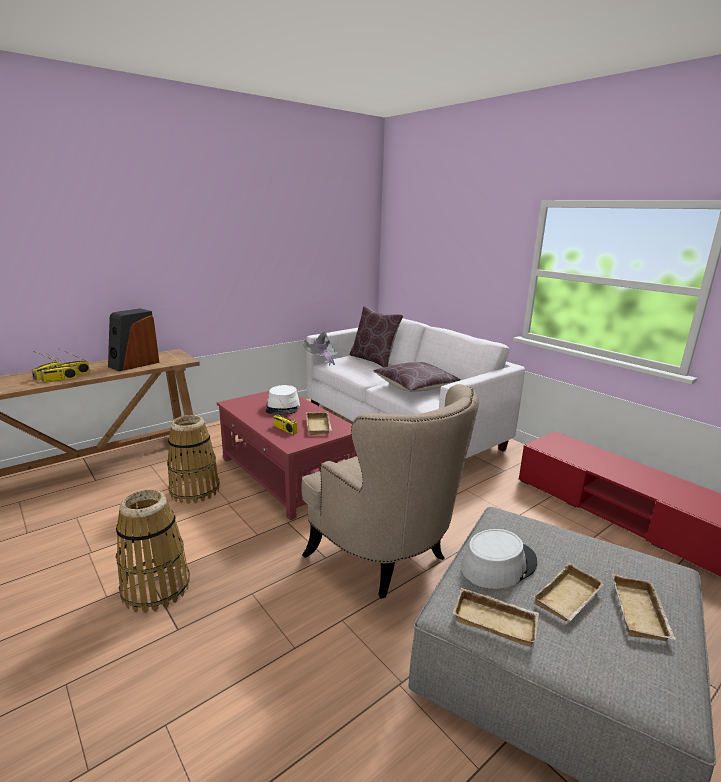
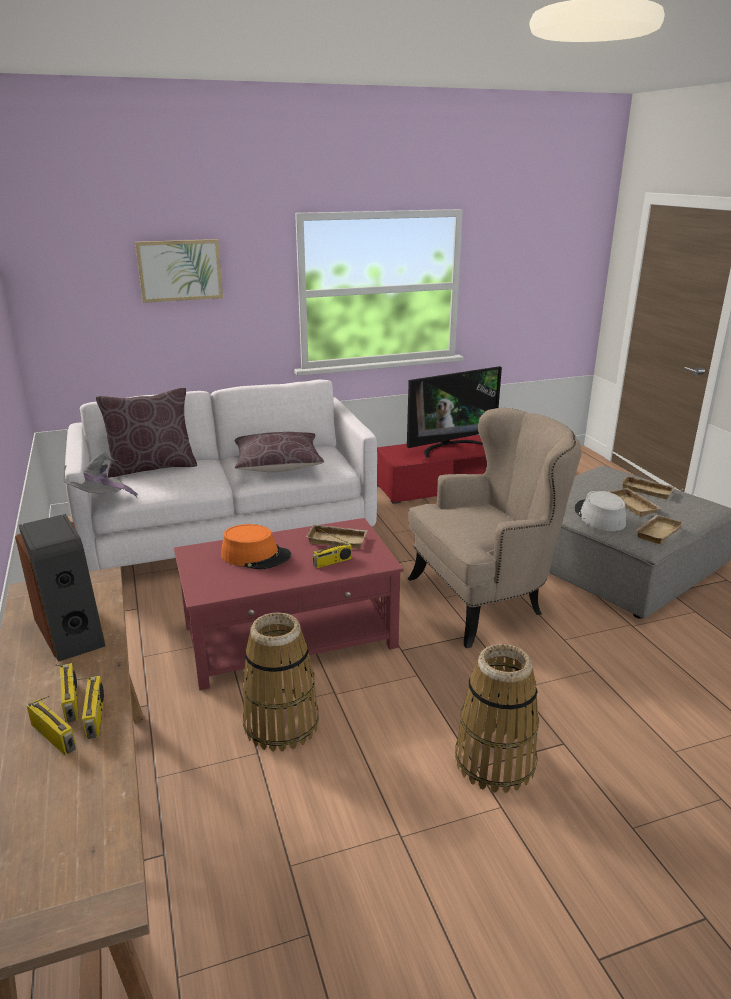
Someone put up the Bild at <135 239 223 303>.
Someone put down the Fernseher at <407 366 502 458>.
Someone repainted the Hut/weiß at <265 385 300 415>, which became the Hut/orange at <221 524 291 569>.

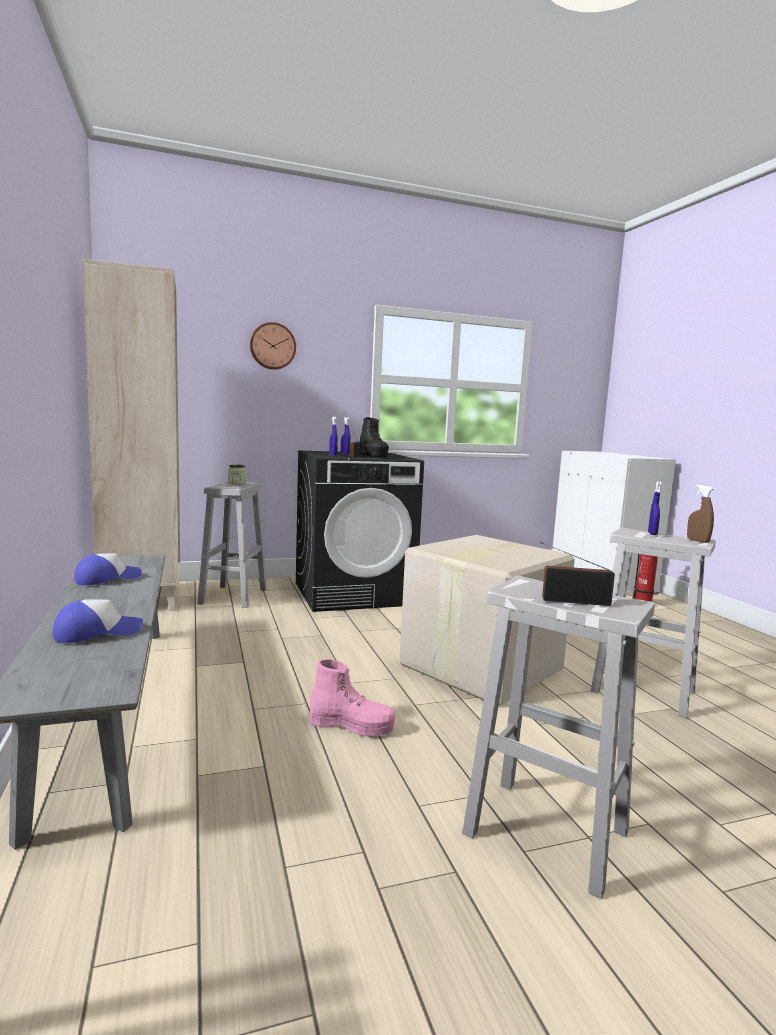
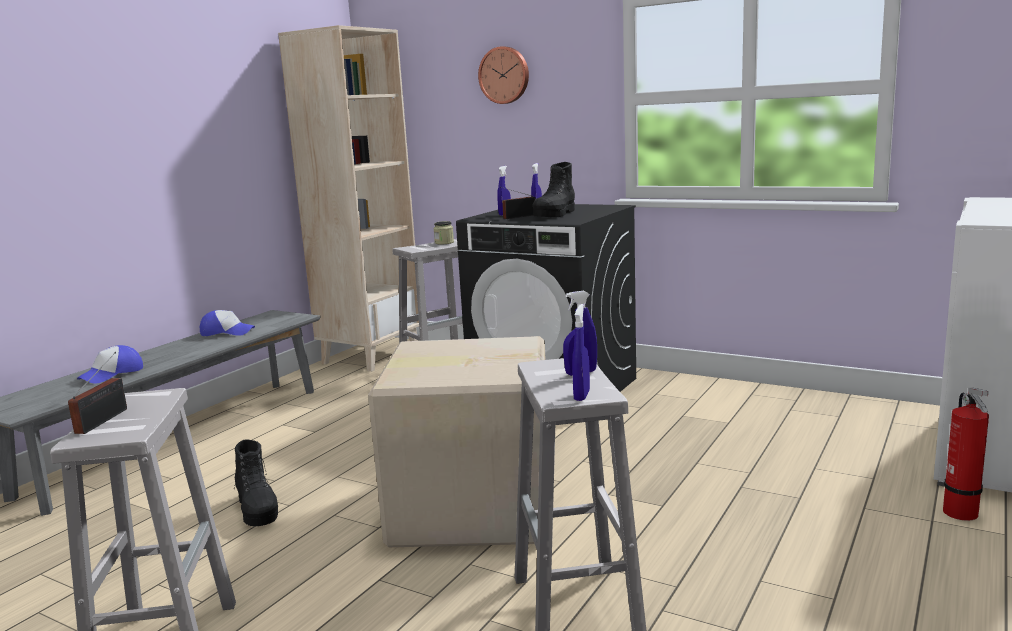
Someone repainted the Stiefel/rosa at <309 659 395 736>, which became the Stiefel/schwarz at <234 439 278 526>.
Someone repainted the Sprühflasche/braun at <687 484 714 543>, which became the Sprühflasche/blau at <572 304 590 401>.
Someone rotated the Kappe at <53 599 143 643> by 105 degrees clockwise.
Someone rotated the Radio at <540 542 615 606> by 45 degrees clockwise.

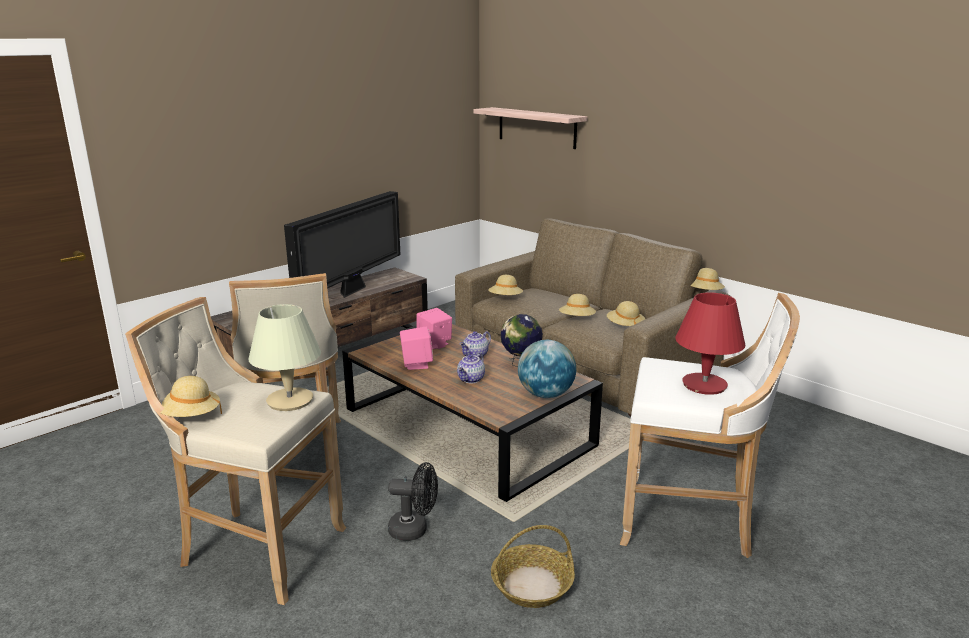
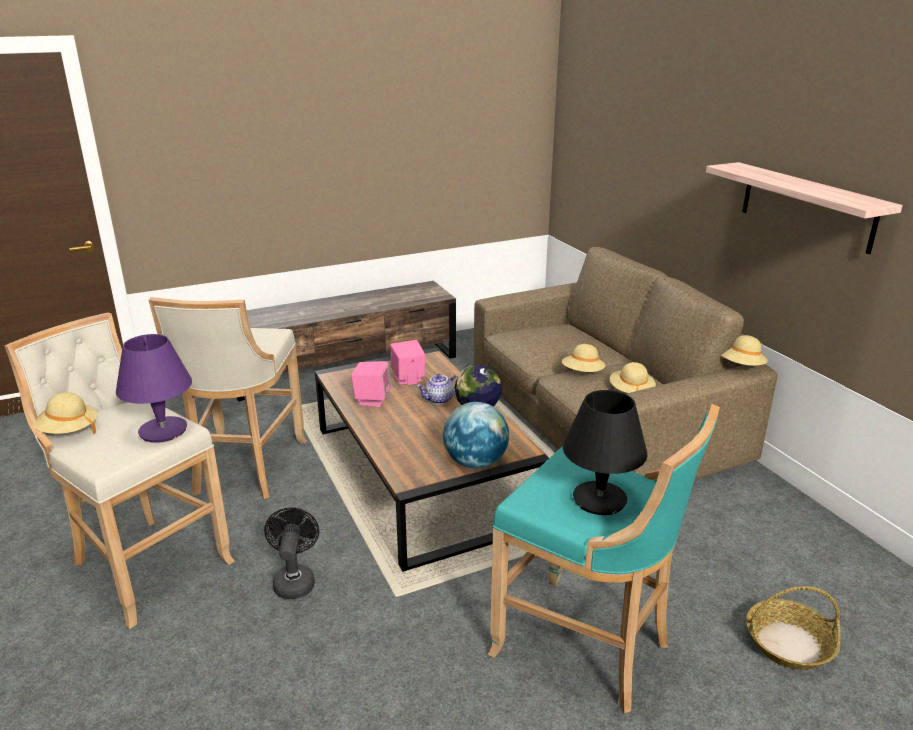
Someone took away the Fernseher at <284 191 400 298>.
Someone took away the Teekanne at <457 352 485 384>.
Someone took away the Hut/beige at <488 275 523 295>.
Someone carried the Wandregal from <473 107 587 149> to <706 162 903 254>.
Someone carried the Korb from <491 525 575 608> to <746 586 841 670>.
Someone repainted the Tischlampe/beige at <248 304 321 411>, which became the Tischlampe/lila at <116 334 192 443>.
Someone repainted the Hocker/weiß at <620 293 800 558>, which became the Hocker/türkis at <488 404 720 713>.
Someone repainted the Tischlampe/rot at <675 292 745 395>, which became the Tischlampe/schwarz at <563 390 647 515>.
Someone rotated the Ventilator/schwarz at <388 462 438 541> by 120 degrees counterclockwise.

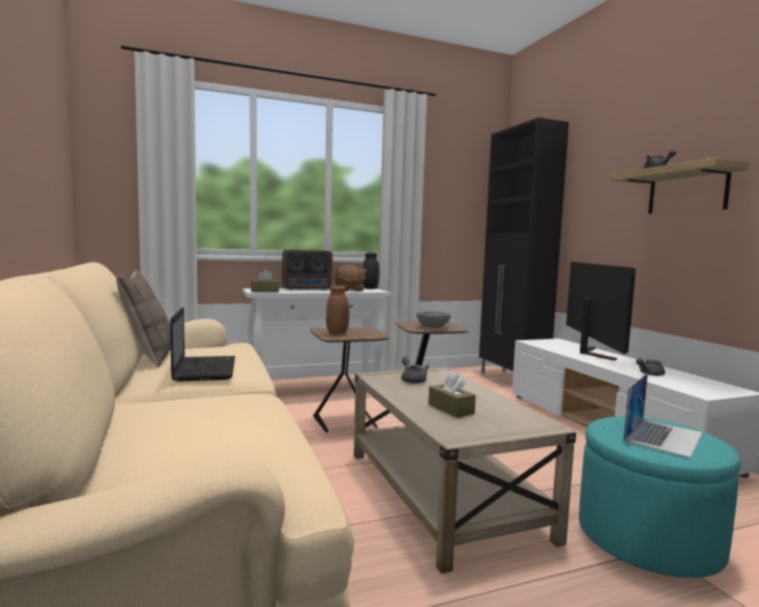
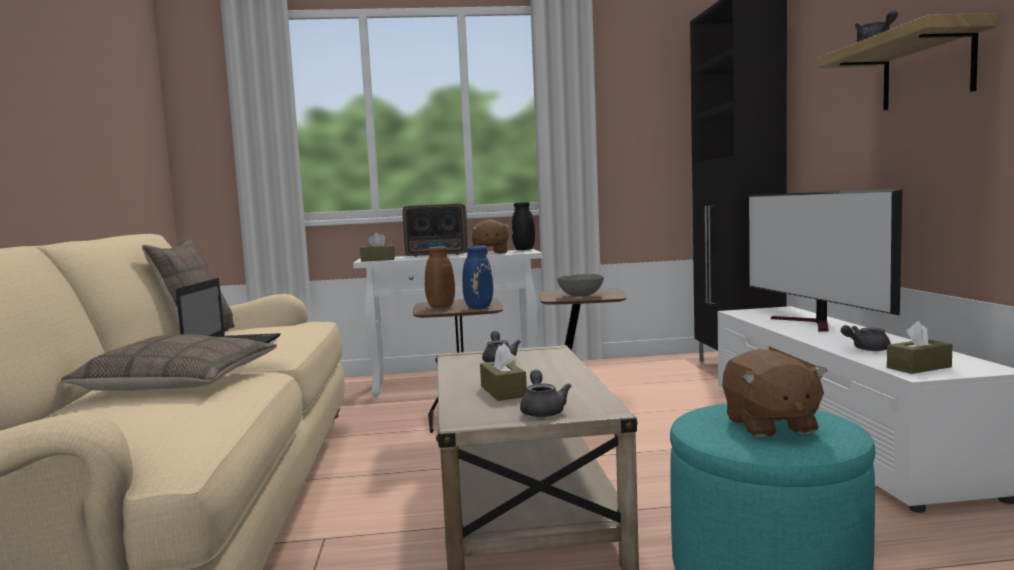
Someone put down the Kissen at <61 334 277 391>.
Someone put down the Vase/blau at <462 245 493 309>.
Someone put down the Teekanne/grau at <520 370 572 417>.
Someone put down the Taschentuchbox/braun at <887 321 953 374>.
Someone swapped the Laptop at <623 373 703 458> for the Plüschtier/braun at <722 349 827 438>.
Someone rotated the Fernseher at <566 262 636 361> by 150 degrees clockwise.

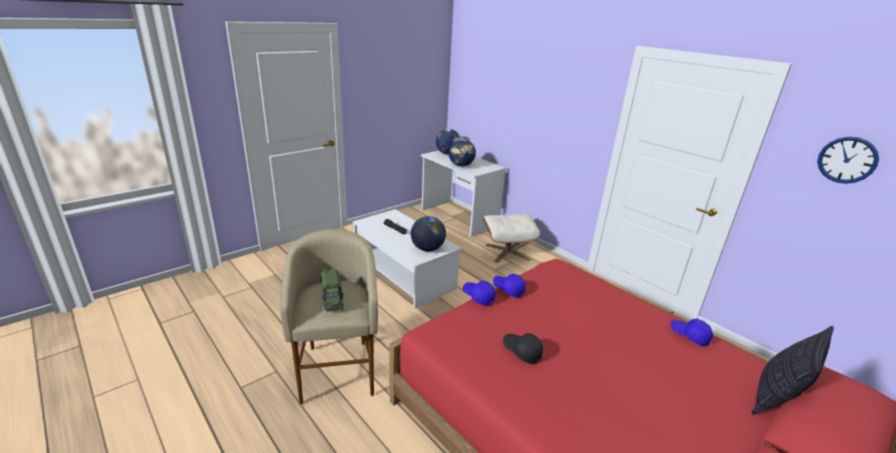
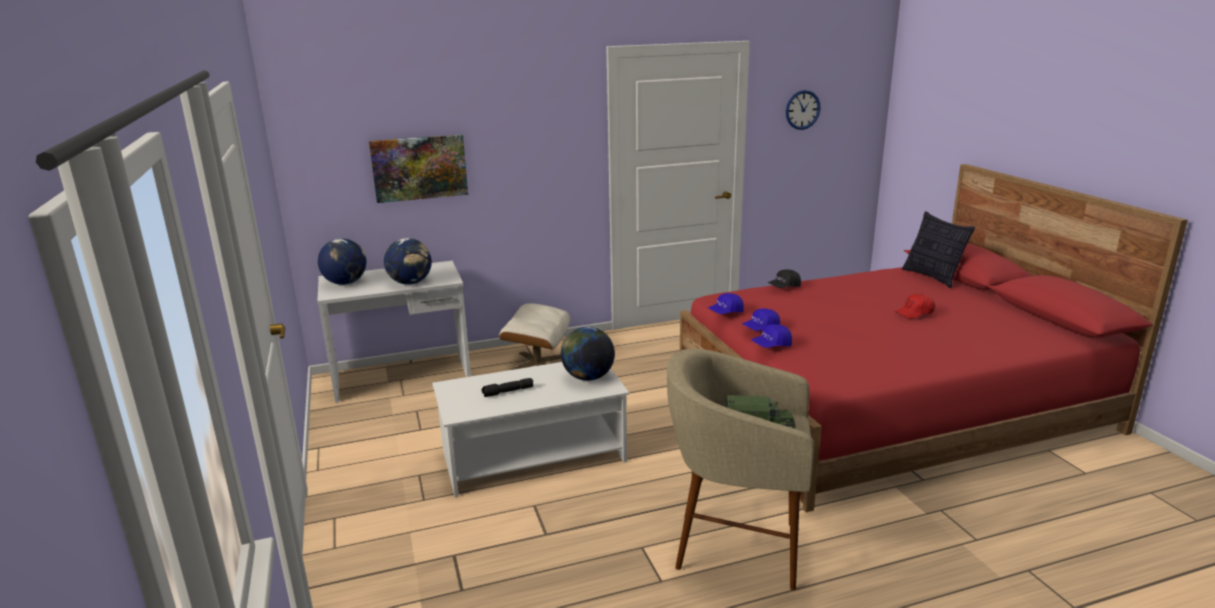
Someone put up the Bild at <369 135 468 203>.
Someone put down the Kappe/rot at <894 294 935 319>.
Someone carried the Kappe/schwarz from <503 333 543 364> to <767 269 801 288>.
Someone carried the Kappe/blau from <671 319 713 346> to <708 293 744 314>.

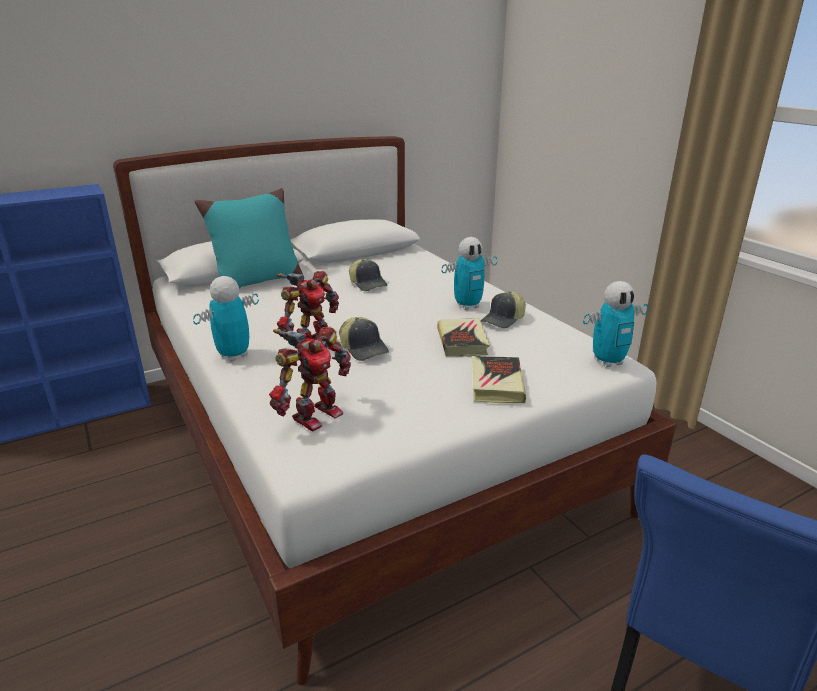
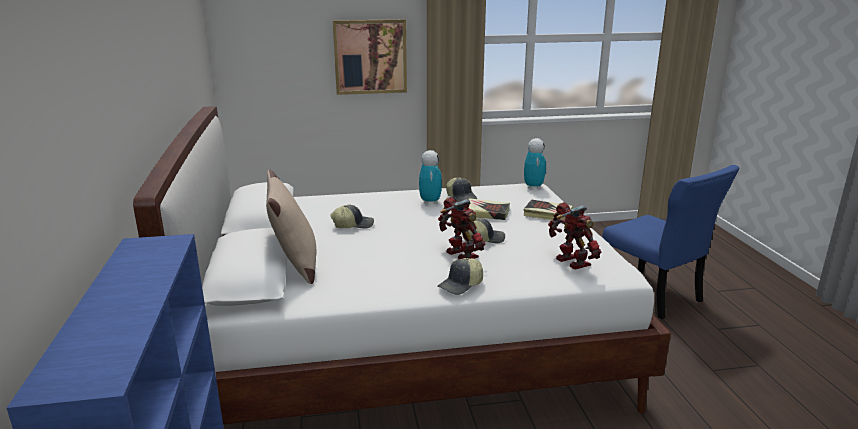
Someone put up the Bild at <333 19 407 95>.
Someone swapped the Spielzeugroboter at <193 276 259 362> for the Kappe at <437 258 483 295>.
Someone repainted the Kissen/türkis at <194 188 303 288>, which became the Kissen/beige at <266 170 316 284>.

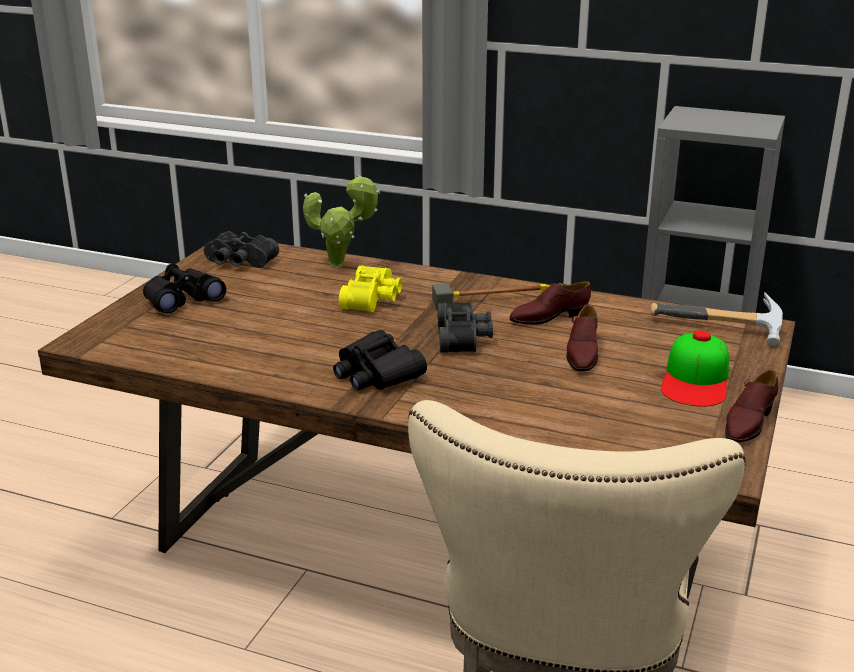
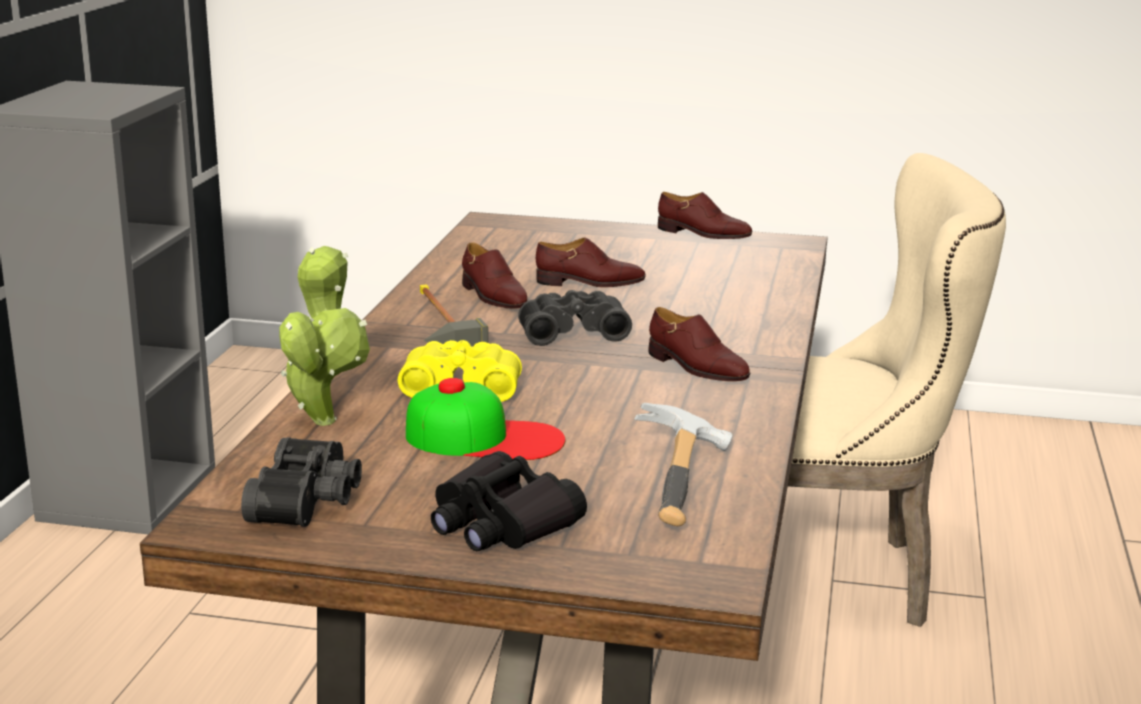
Someone carried the Hammer from <651 292 783 346> to <634 403 733 526>.
Someone carried the Kappe from <661 331 729 407> to <406 378 565 460>.
Someone swapped the Fernglas/schwarz at <333 330 427 390> for the Schuh/braun at <648 307 750 382>.

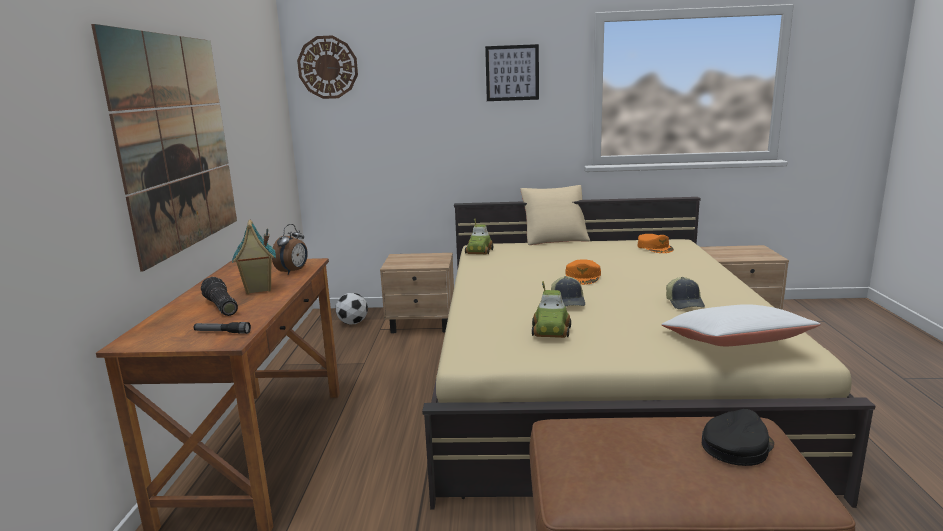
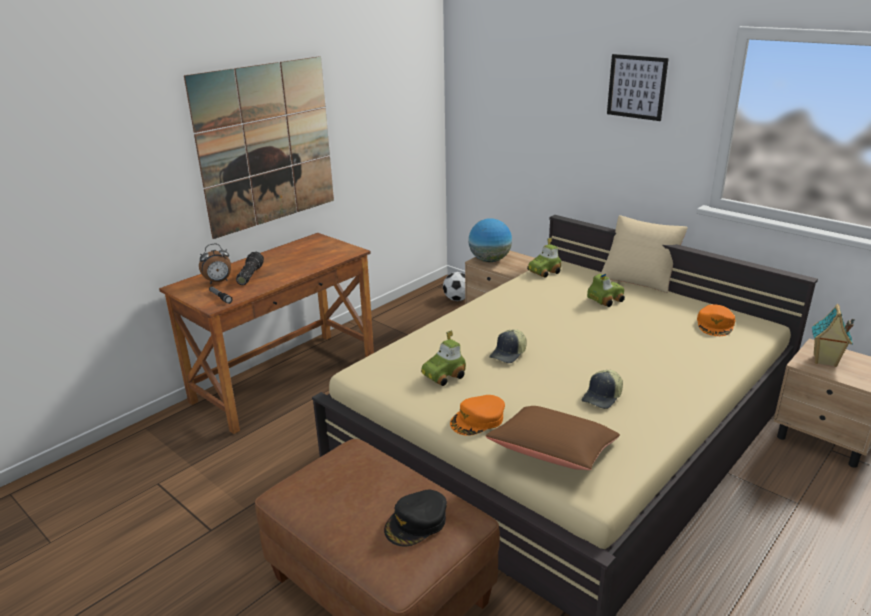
Someone took away the Wanduhr at <297 35 358 99>.
Someone put down the Globus at <468 218 512 262>.
Someone put down the Spielzeugauto at <587 273 625 307>.
Someone carried the Spielzeughaus from <232 220 276 294> to <812 304 855 367>.
Someone carried the Wecker from <272 224 308 275> to <199 244 231 284>.
Someone carried the Kappe/orange from <565 259 601 285> to <450 395 505 436>.
Someone repainted the Kissen/weiß at <661 304 821 346>, which became the Kissen/braun at <486 406 620 470>.
Someone rotated the Kappe/schwarz at <702 409 774 466> by 135 degrees clockwise.

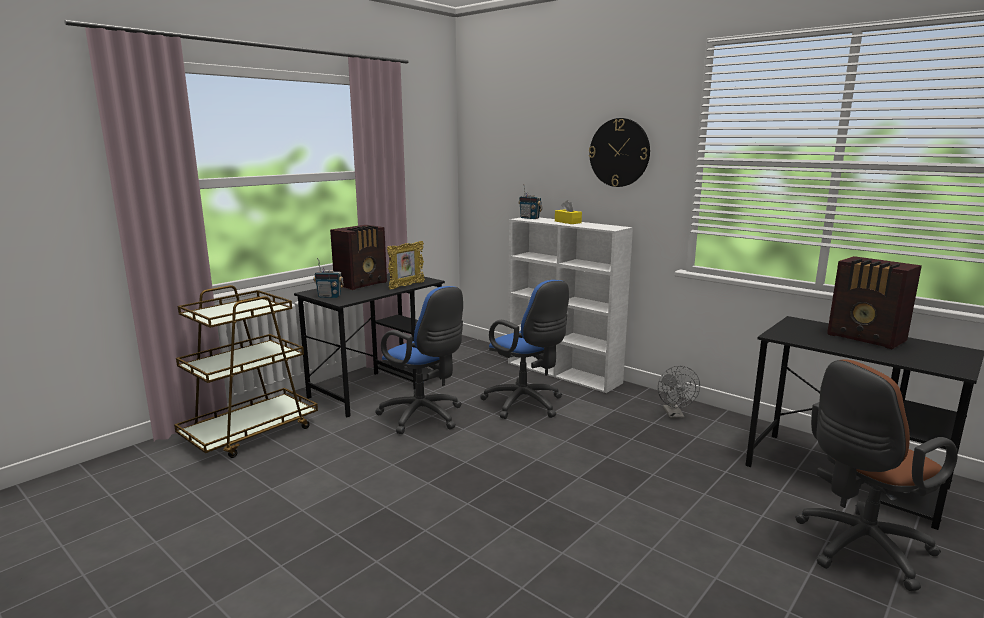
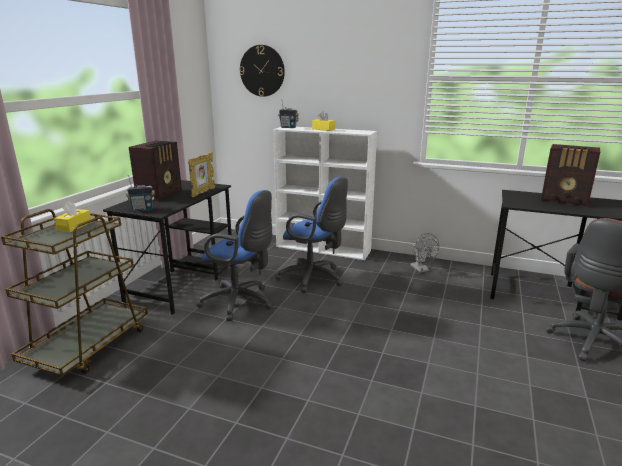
Someone put down the Taschentuchbox/gelb at <54 201 92 232>.
Someone carried the Wanduhr from <589 118 650 187> to <239 45 285 97>.

